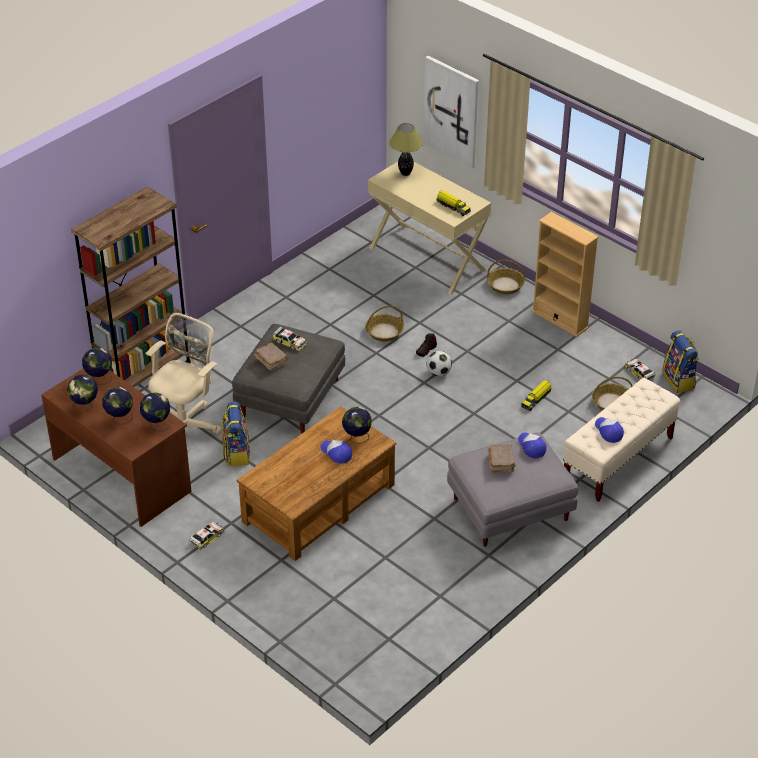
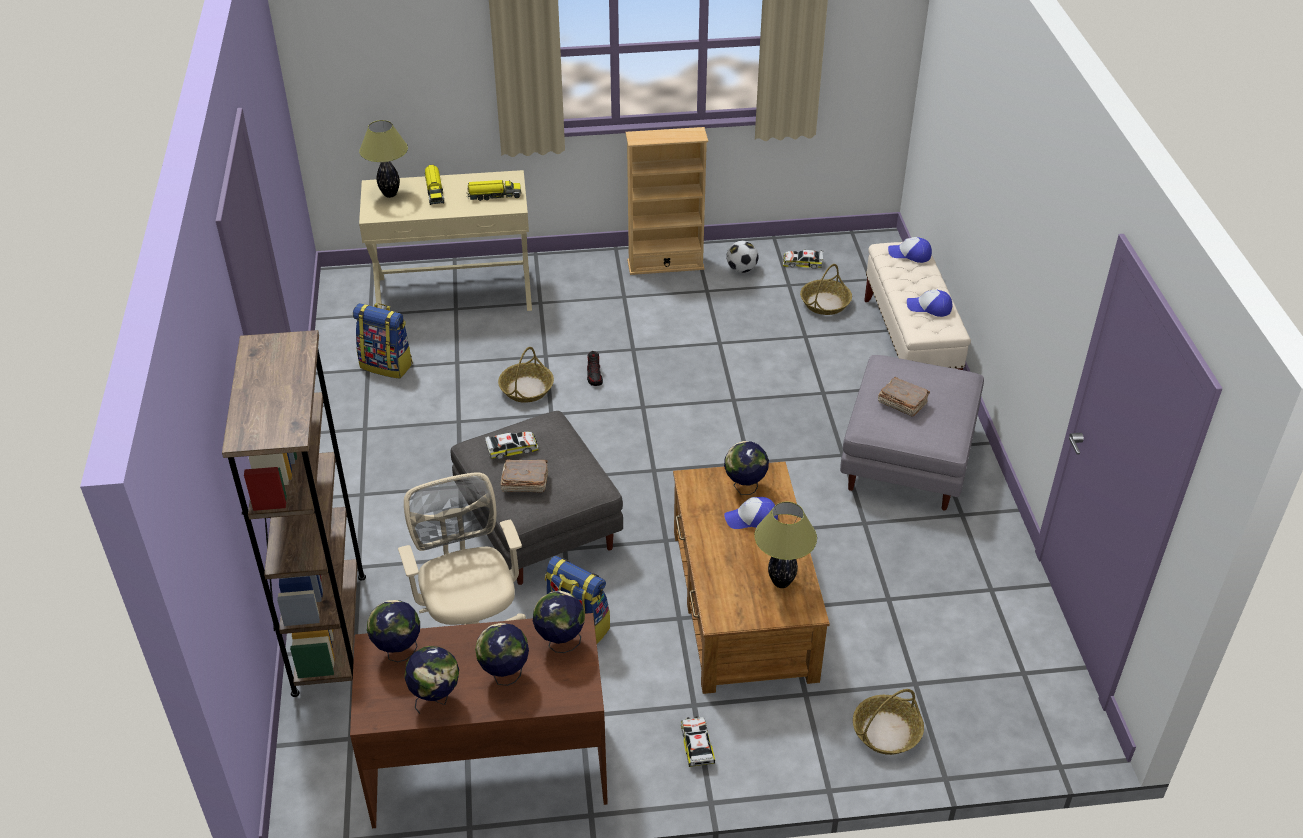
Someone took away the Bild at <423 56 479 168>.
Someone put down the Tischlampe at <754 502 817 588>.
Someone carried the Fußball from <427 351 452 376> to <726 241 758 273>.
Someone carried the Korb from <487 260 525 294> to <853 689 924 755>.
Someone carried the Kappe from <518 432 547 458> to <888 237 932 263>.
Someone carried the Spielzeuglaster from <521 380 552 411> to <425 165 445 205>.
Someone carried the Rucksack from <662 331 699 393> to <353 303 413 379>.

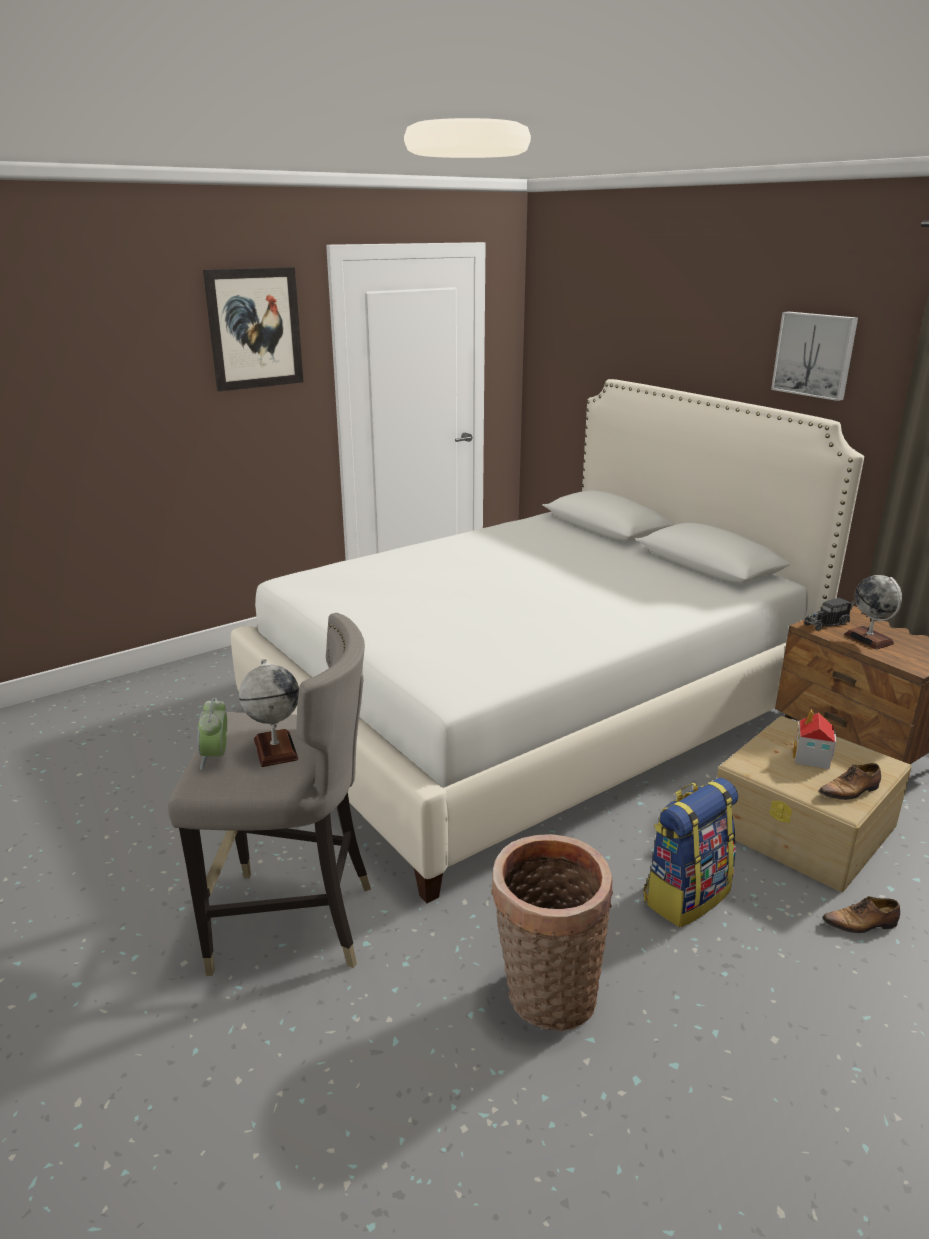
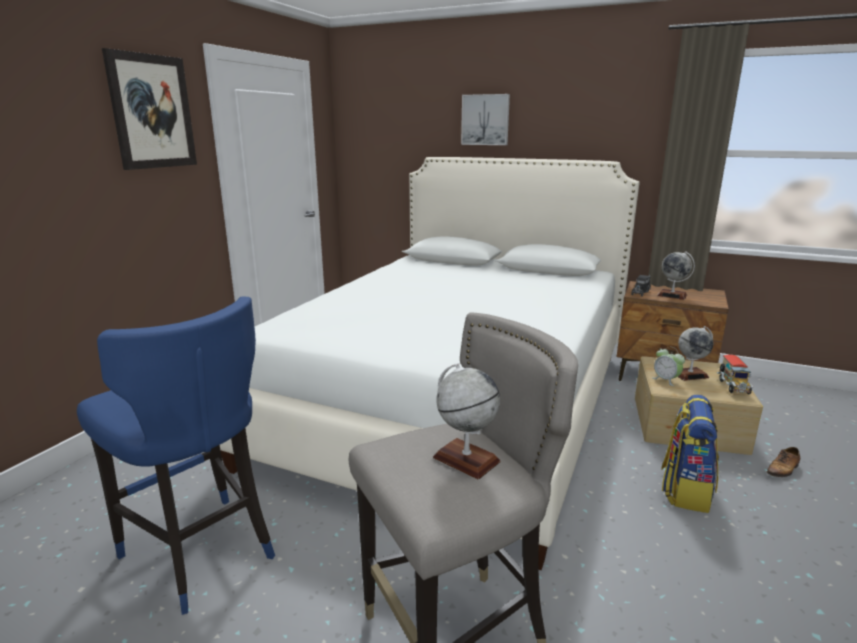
Someone took away the Korb at <491 834 613 1031>.
Someone put down the Hocker/blau at <77 296 275 615>.
Someone carried the Wecker from <198 698 227 770> to <653 347 685 386>.
Someone carried the Bild from <771 312 858 401> to <461 94 510 145>.
Someone swapped the Spielzeughaus at <793 710 837 769> for the Globus at <678 326 713 381>.
Someone swapped the Schuh at <819 763 881 800> for the Spielzeuglaster at <717 354 754 395>.

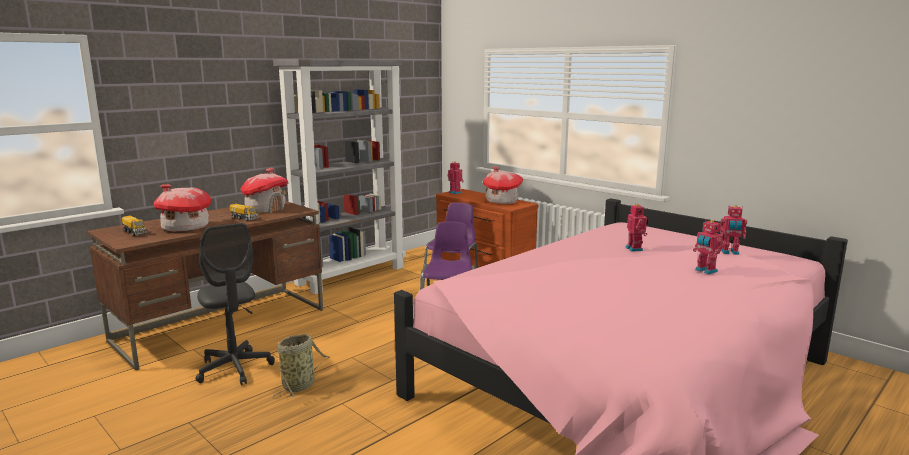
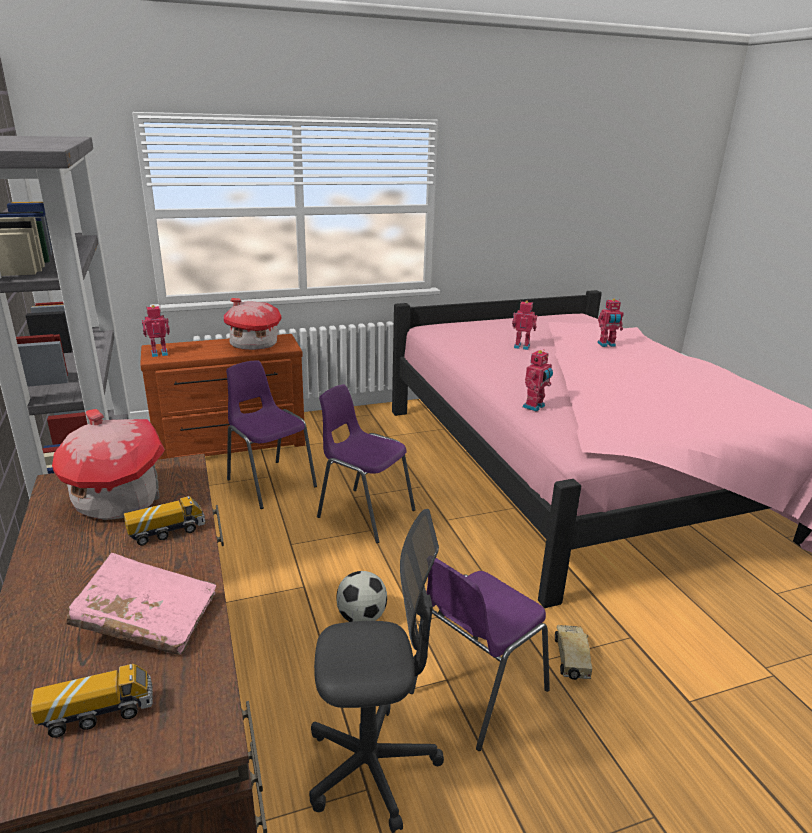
Someone put down the Fußball at <336 571 387 622>.
Someone put down the Spielzeuglaster at <555 625 592 680>.
Someone carried the Spielzeugroboter from <720 205 747 255> to <522 350 553 412>.
Someone swapped the Spielzeughaus at <154 184 212 231> for the Buch/rosa at <66 553 216 655>.
Someone swapped the Korb at <272 334 329 399> for the Stuhl/lila at <409 558 550 751>.

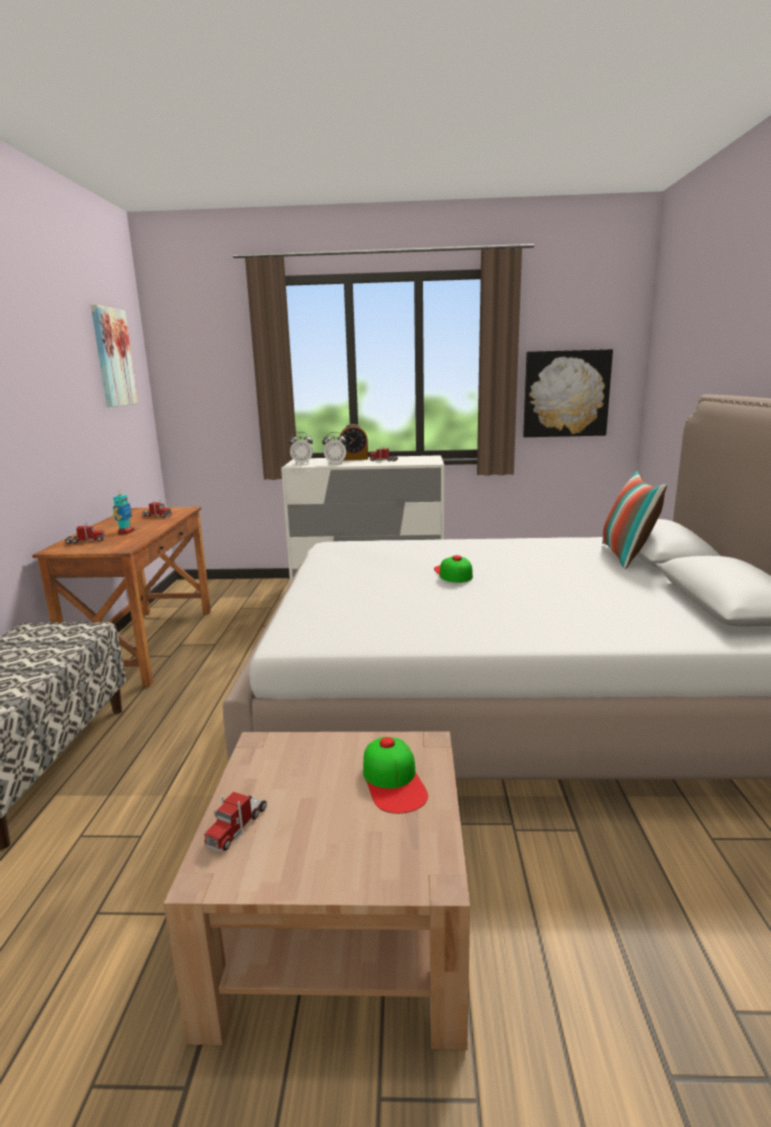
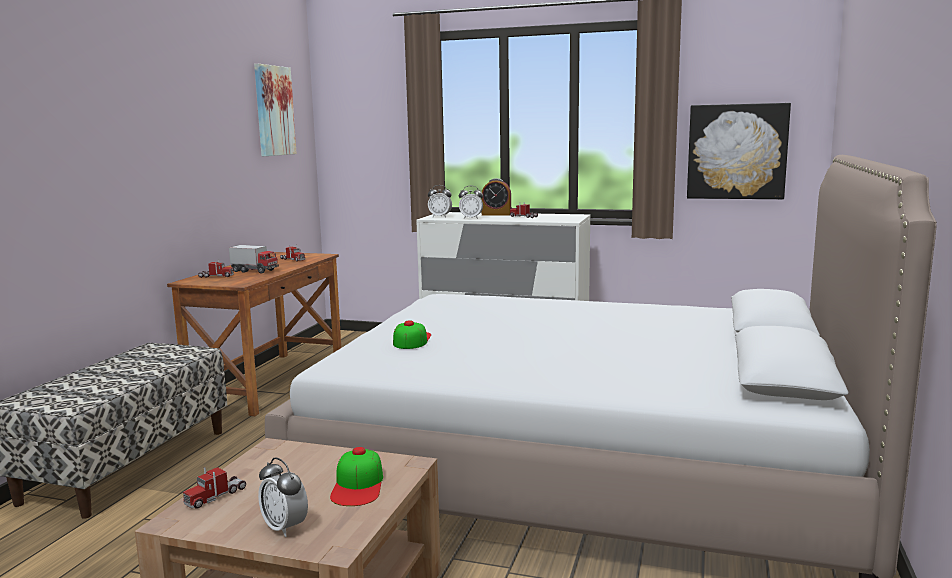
Someone took away the Kissen at <602 470 667 569>.
Someone put down the Wecker at <258 458 308 537>.
Someone carried the Kappe from <434 555 473 583> to <393 320 431 349>.
Someone swapped the Spielzeugroboter at <113 489 135 534> for the Spielzeuglaster at <229 245 279 274>.

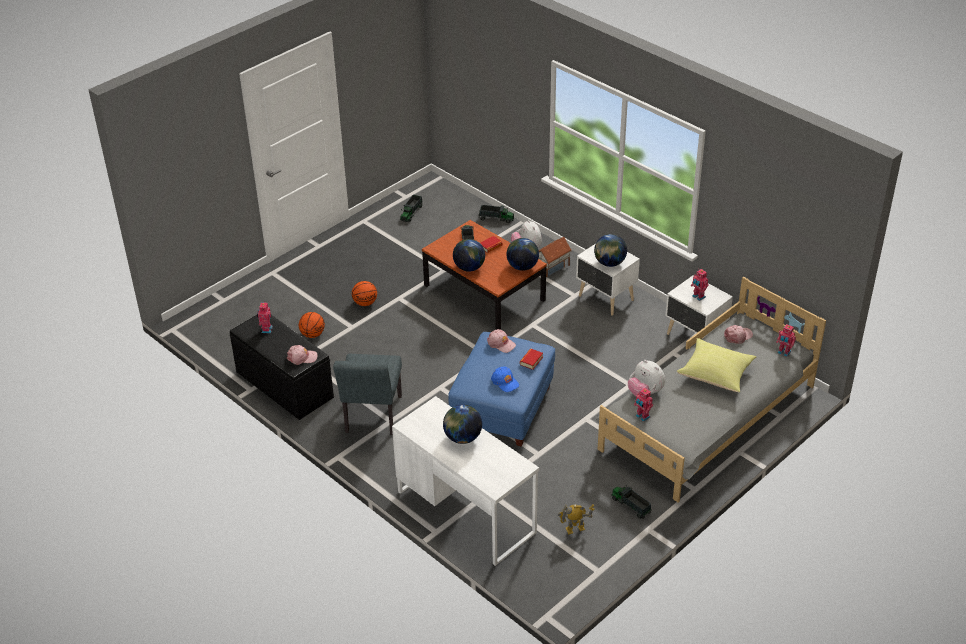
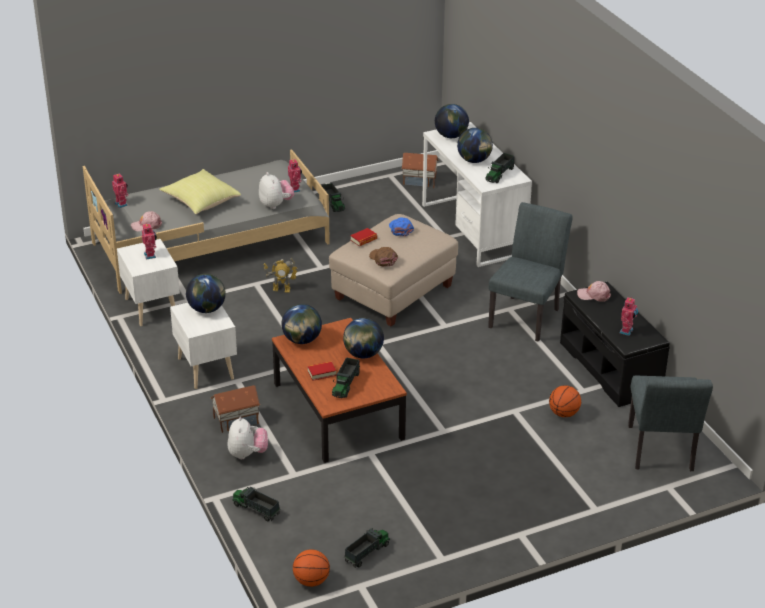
Someone put down the Spielzeughaus at <401 153 439 188>.
Someone put down the Globus at <435 104 469 138>.
Someone put down the Spielzeuglaster at <485 153 515 183>.
Someone put down the Stuhl/grau at <628 375 713 471>.
Someone carried the Basketball from <352 281 377 306> to <293 549 330 587>.
Someone carried the Spielzeugroboter from <558 504 594 534> to <263 257 299 293>.
Someone repainted the Polsterhocker/blau at <448 332 555 447>, which became the Polsterhocker/beige at <329 214 458 326>.
Someone repainted the Kappe/rosa at <487 329 516 353>, which became the Kappe/braun at <369 247 398 267>.

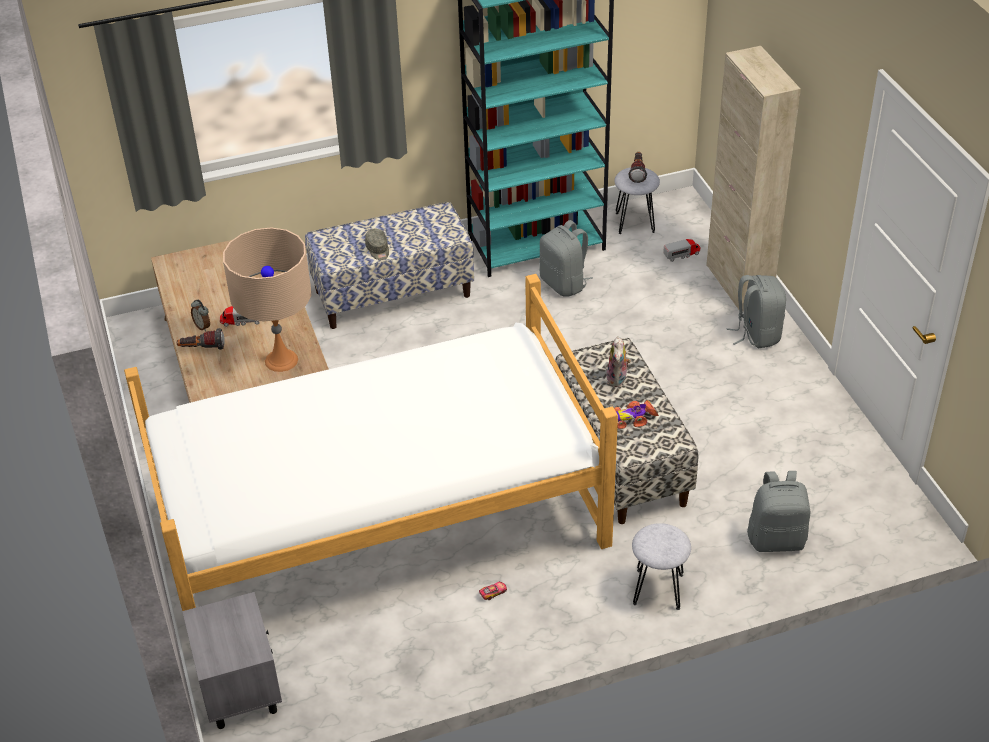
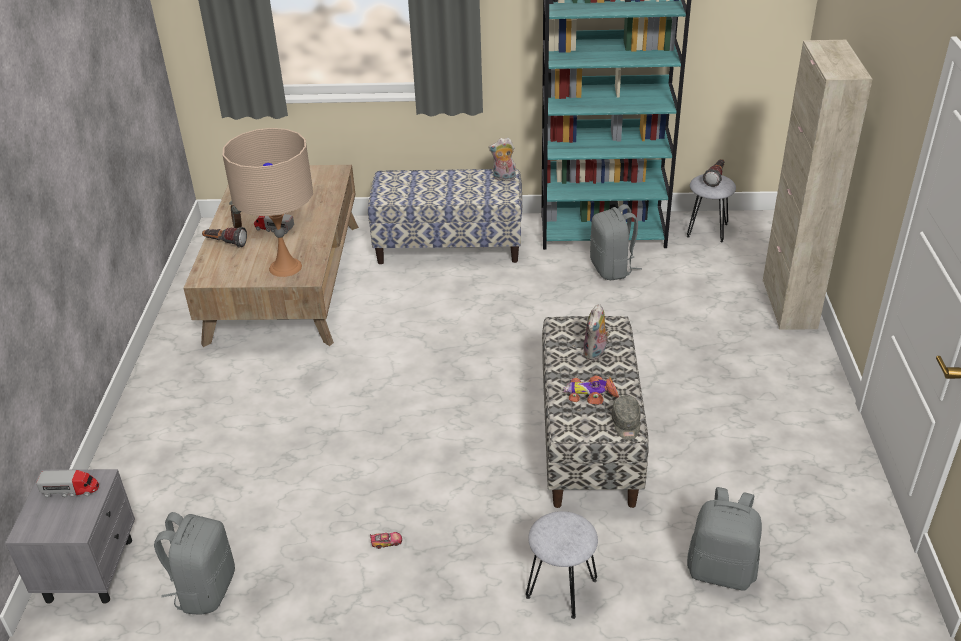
Someone took away the Bett at <124 274 618 611>.
Someone put down the Plüschtier at <489 138 517 181>.
Someone carried the Kappe/grau from <365 229 389 260> to <612 395 640 440>.
Someone carried the Spielzeuglaster from <663 239 701 262> to <36 470 99 498>.
Someone carried the Rucksack/grau from <726 275 786 348> to <154 512 235 615>.

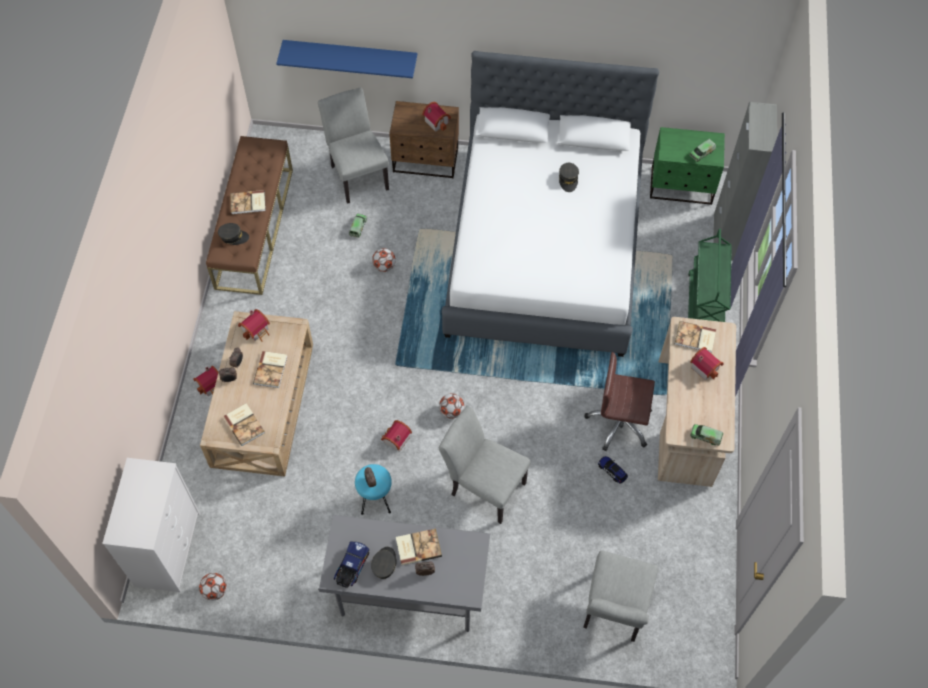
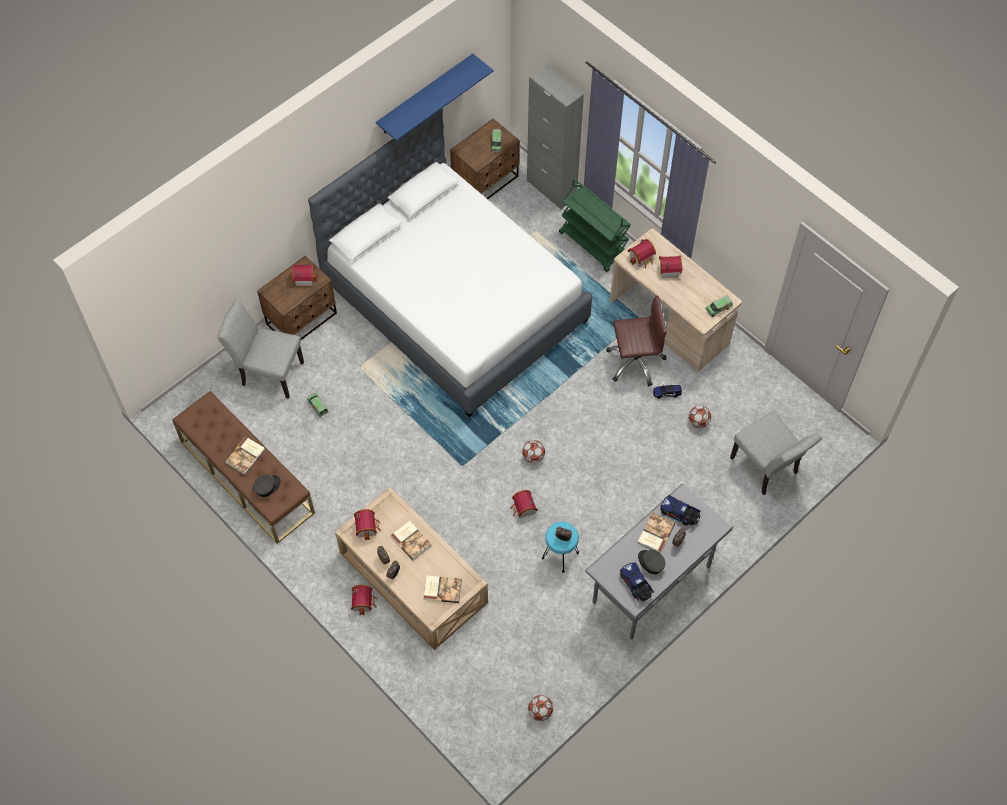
Someone took away the Kommode/weiß at <102 458 200 592>.
Someone took away the Stuhl/grau at <439 405 531 524>.
Someone took away the Kappe/grau at <559 163 579 192>.
Someone put down the Spielzeuglaster at <660 495 700 526>.
Someone carried the Wandregal/blau from <276 40 417 78> to <376 54 493 141>.
Someone carried the Fußball from <372 248 396 272> to <688 405 711 428>.
Someone swapped the Buch at <675 321 716 353> for the Spielzeughaus at <628 239 656 269>.
Someone repainted the Nachttisch/grün at <650 127 725 205>, which became the Nachttisch/braun at <450 119 520 199>.
Someone rotated the Bürostuhl/braun at <584 352 655 451> by 150 degrees counterclockwise.

